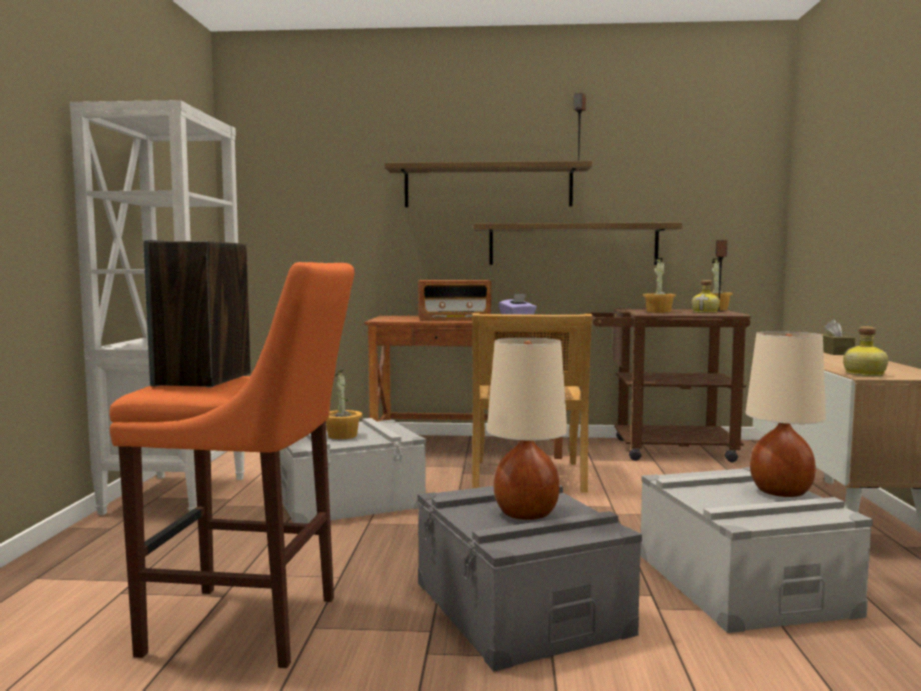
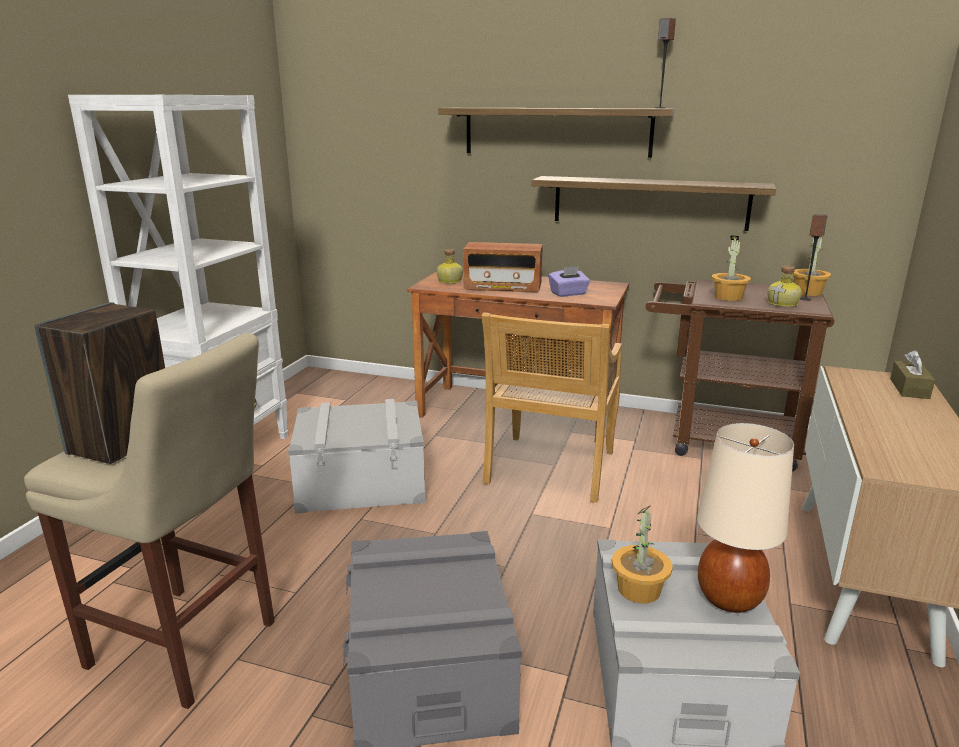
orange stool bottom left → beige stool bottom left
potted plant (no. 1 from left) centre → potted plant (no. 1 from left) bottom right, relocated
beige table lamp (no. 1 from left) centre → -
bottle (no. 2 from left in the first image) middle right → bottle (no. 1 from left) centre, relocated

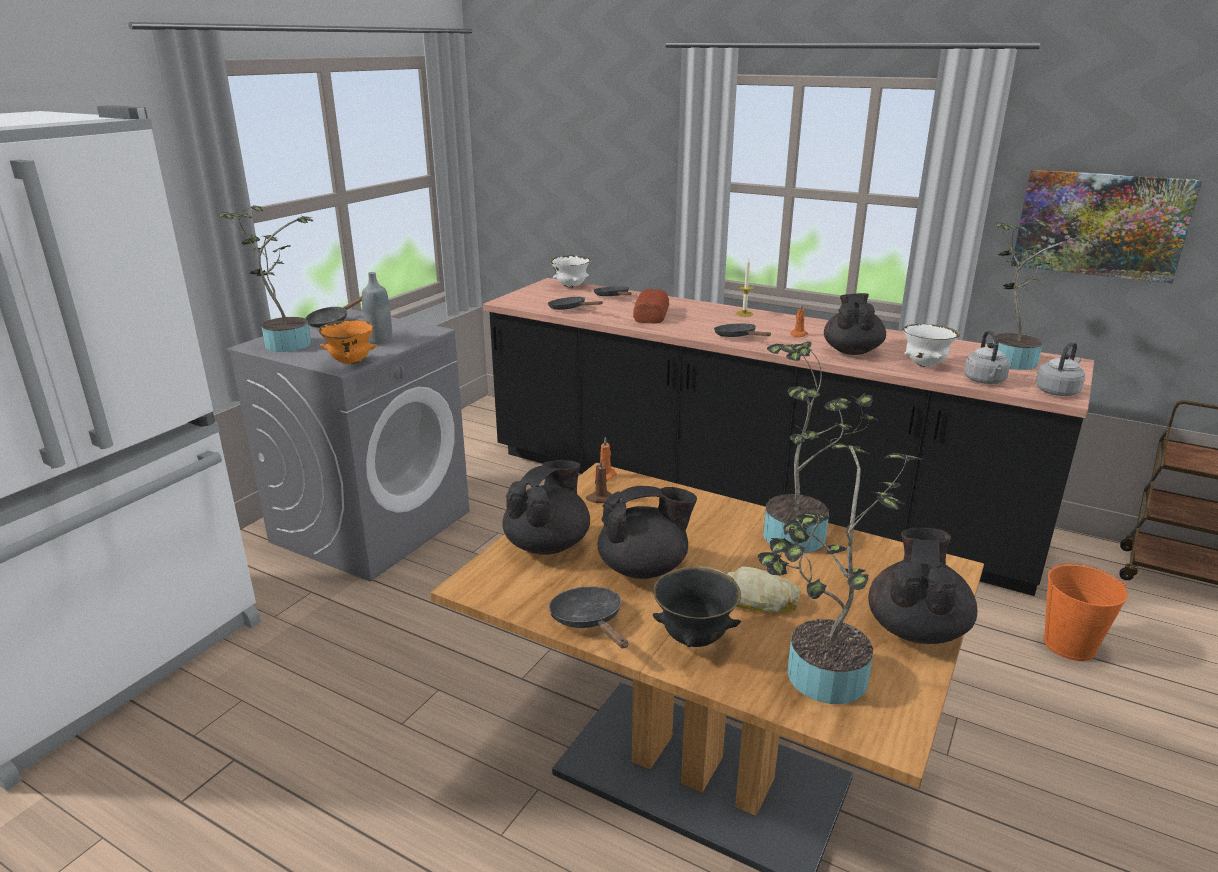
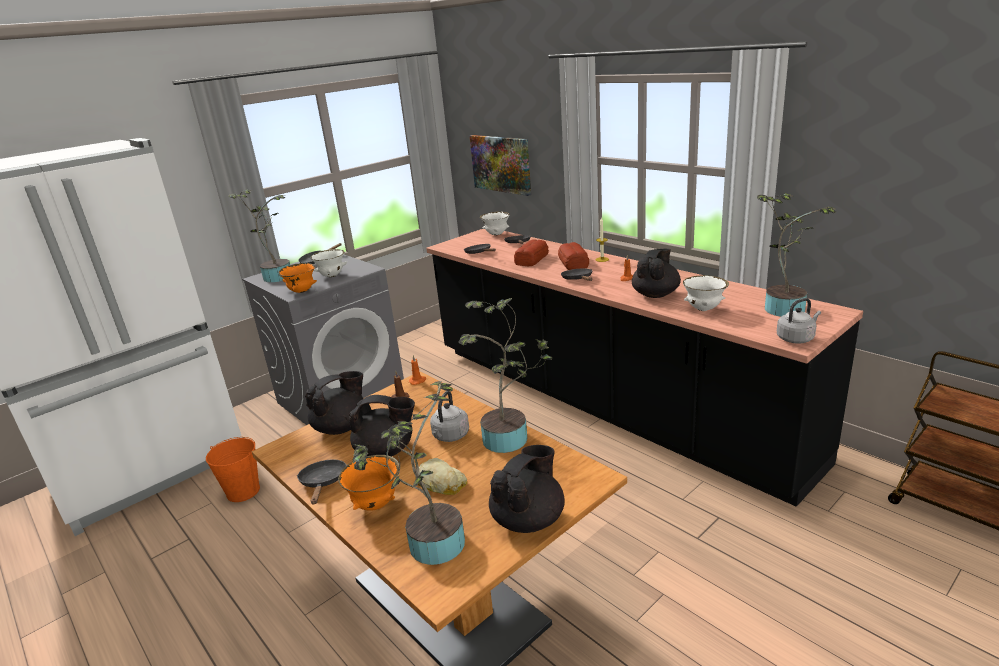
grey bottle middle left → white bowl (no. 1 from left) middle left
black bowl bottom centre → orange bowl (no. 2 from left) bottom centre
grey kettle (no. 1 from left) middle right → grey kettle (no. 1 from left) centre, relocated
picture top right → picture top centre, relocated
orange bucket bottom right → orange bucket bottom left, relocated
- → bread (no. 3 from left) centre

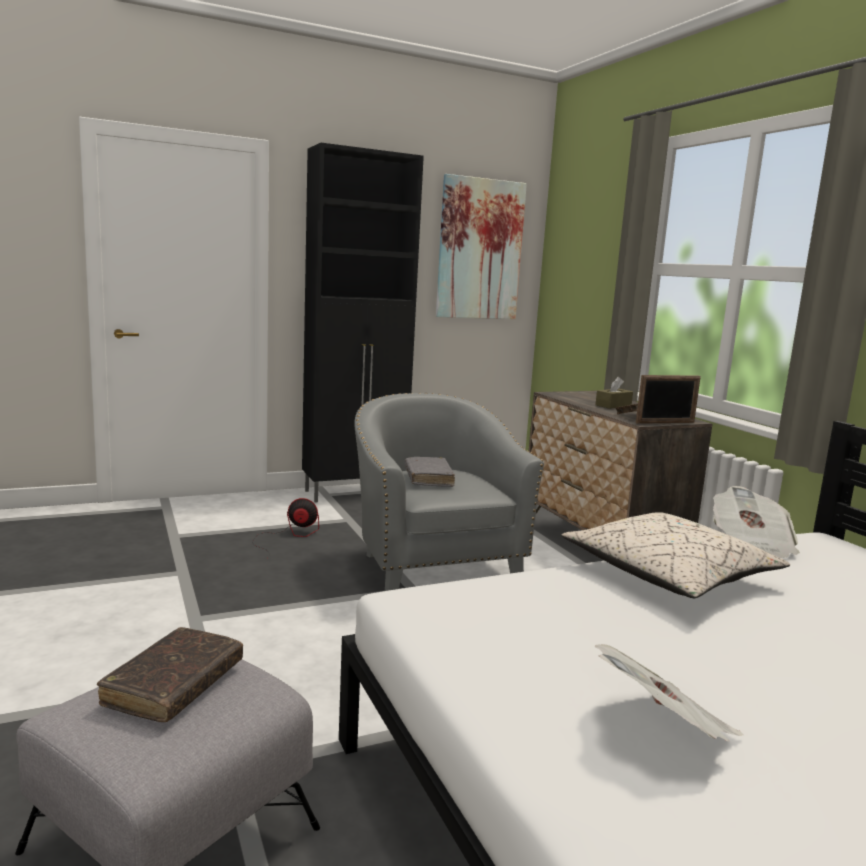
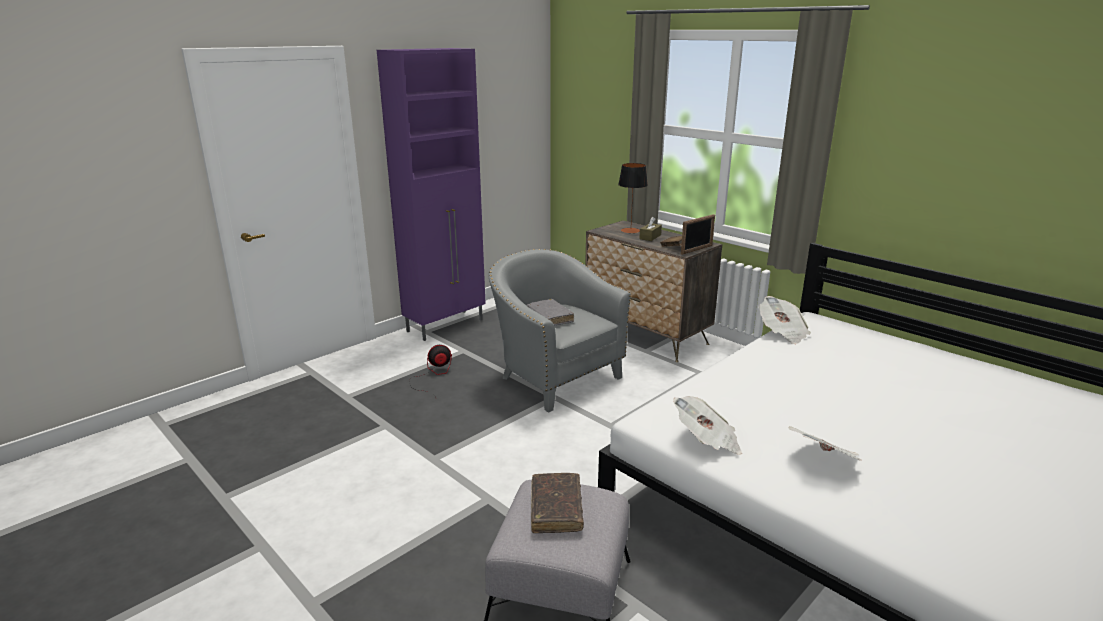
black cabinet centre → purple cabinet top centre
picture top centre → -
beige pillow middle right → -
- → table lamp top centre
- → newspaper (no. 1 from left) bottom centre

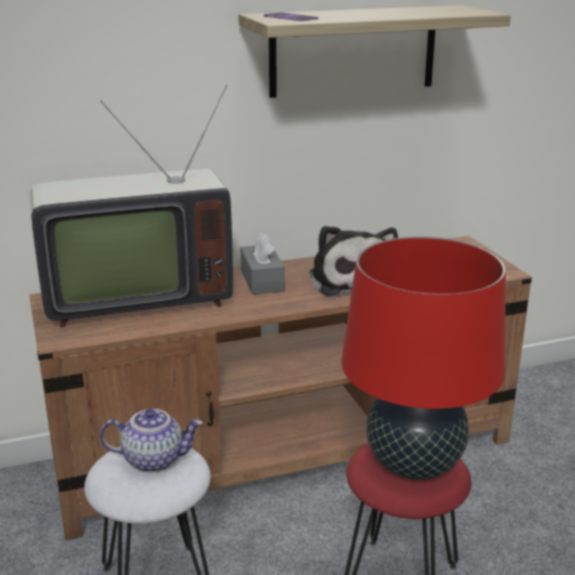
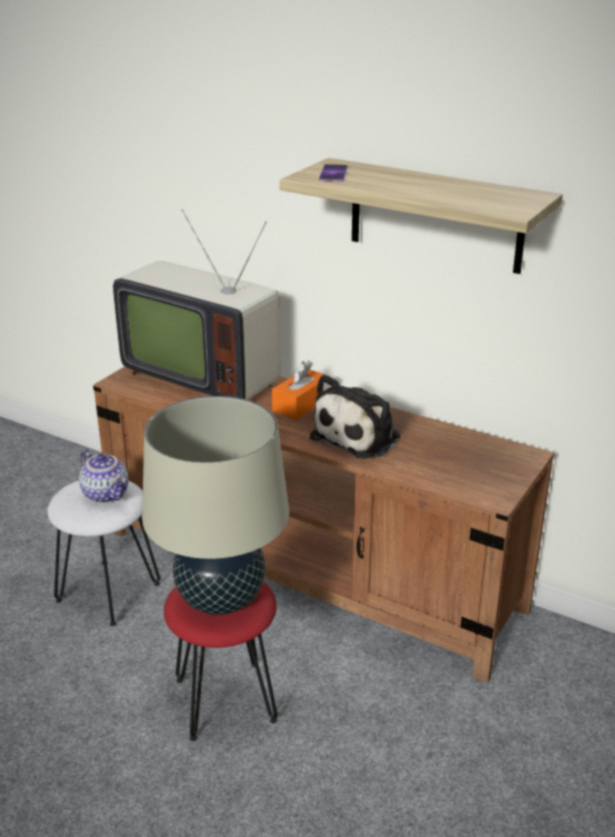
grey tissue box centre → orange tissue box centre
red table lamp middle right → beige table lamp centre

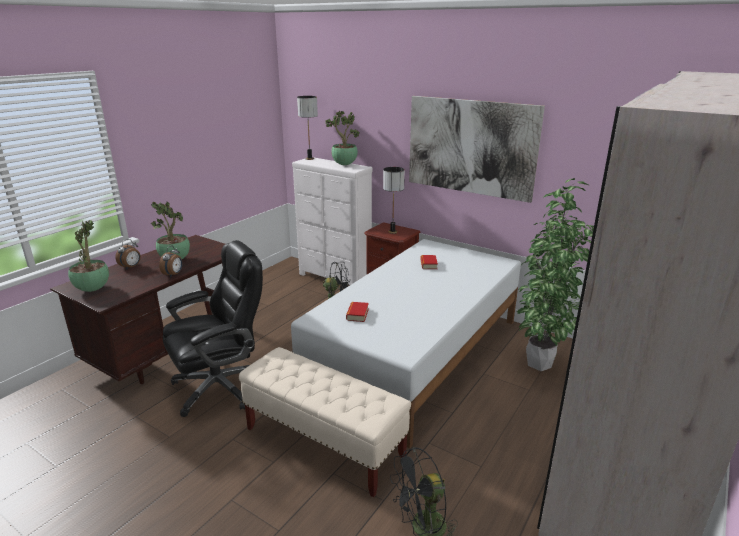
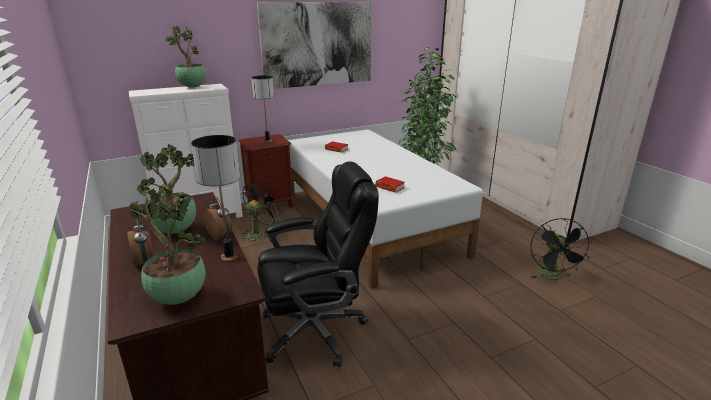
black office chair middle left → black office chair centre, 75 degrees clockwise
beige bench bottom centre → -
table lamp (no. 1 from left) top centre → table lamp (no. 1 from left) middle left, relocated

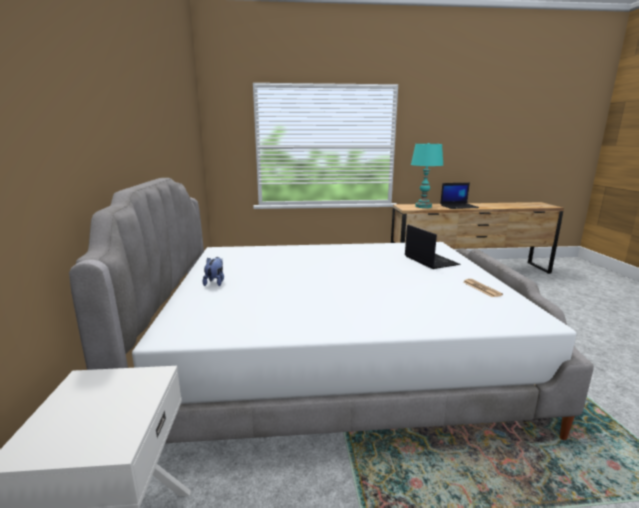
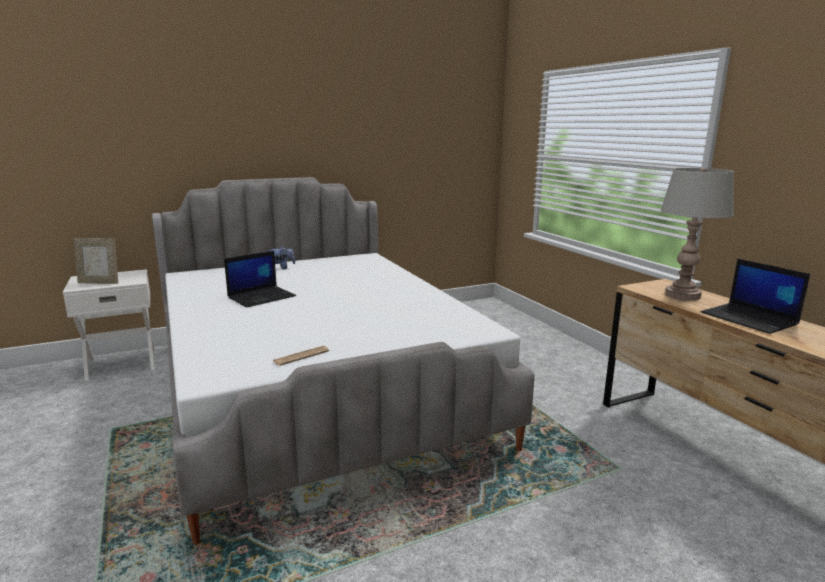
laptop (no. 1 from left) middle right → laptop (no. 1 from left) middle left, relocated
turquoise table lamp middle right → grey table lamp middle right
- → picture frame middle left

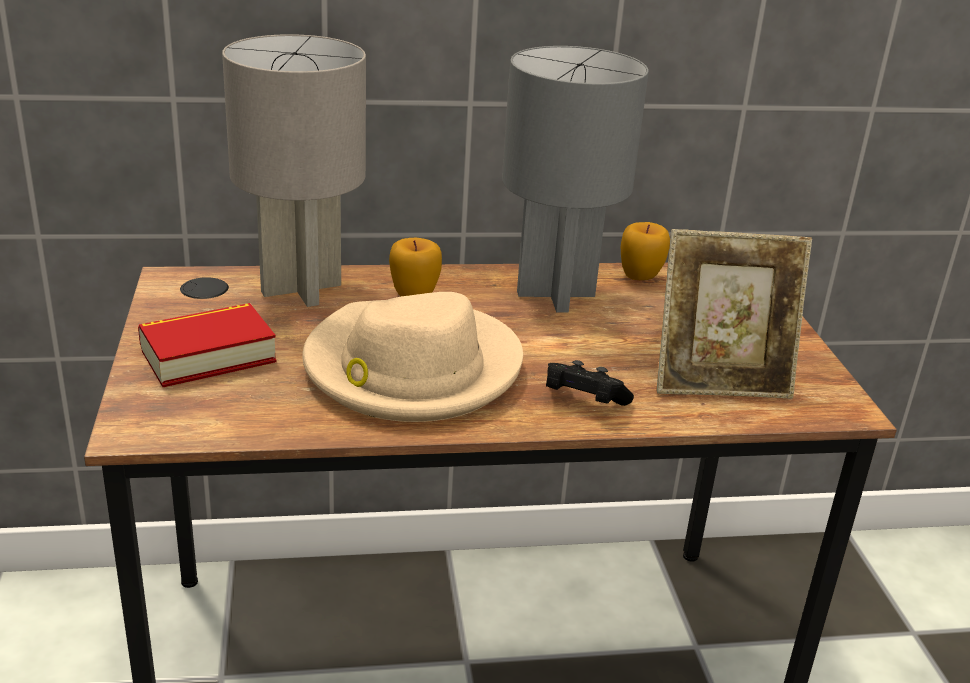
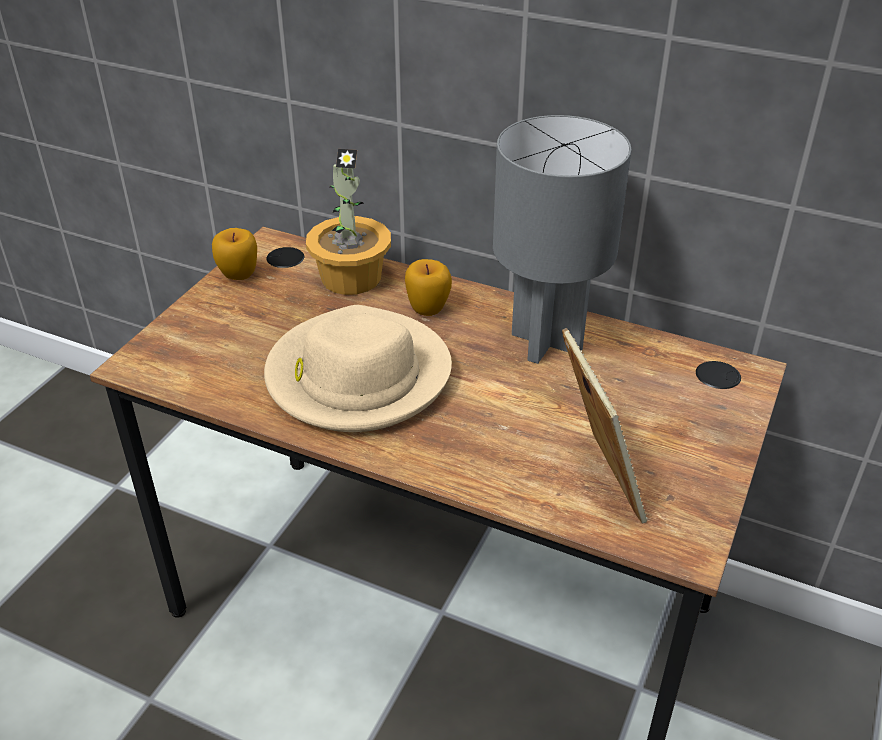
book middle left → -
grey table lamp (no. 1 from left) top left → potted plant top centre
black game controller centre → -
apple (no. 2 from left in the first image) centre → apple (no. 1 from left) middle left, relocated
picture frame middle right, 135 degrees counterclockwise

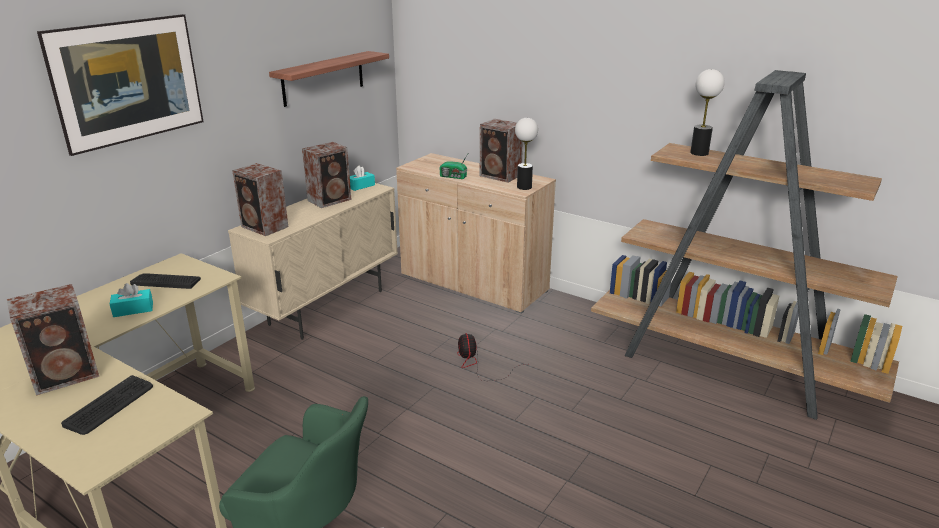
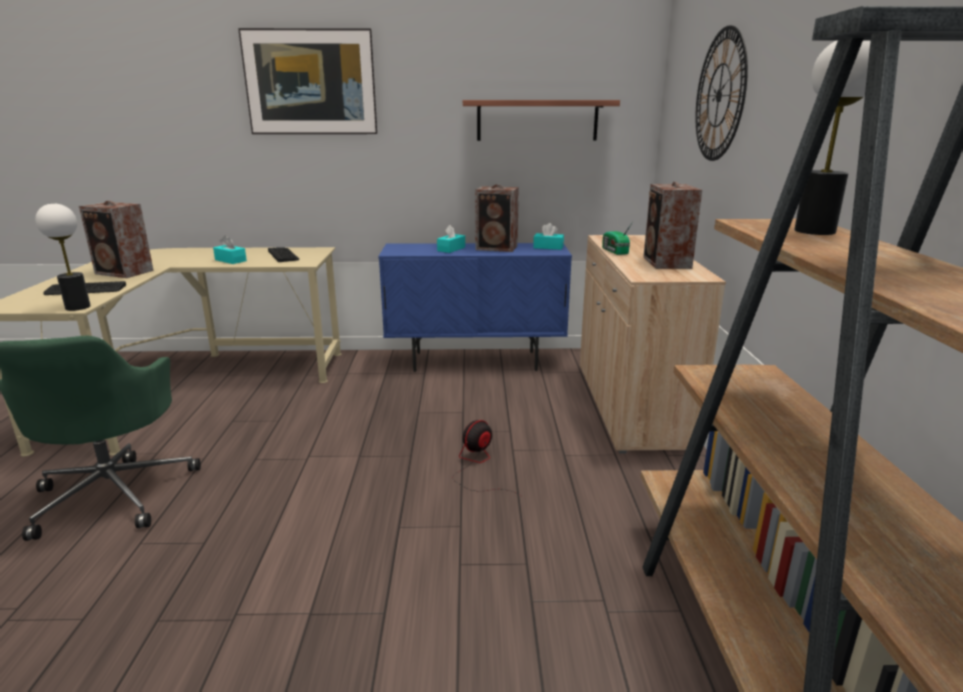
beige cabinet (no. 1 from left) centre → blue cabinet centre
speaker (no. 2 from left) middle left → -
table lamp (no. 1 from left) top centre → table lamp (no. 1 from left) middle left, relocated
- → turquoise tissue box (no. 2 from left) centre
- → wall clock top right

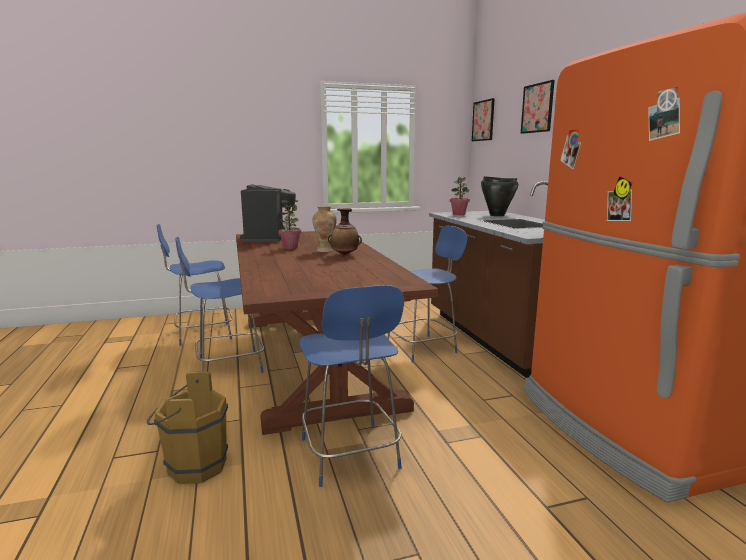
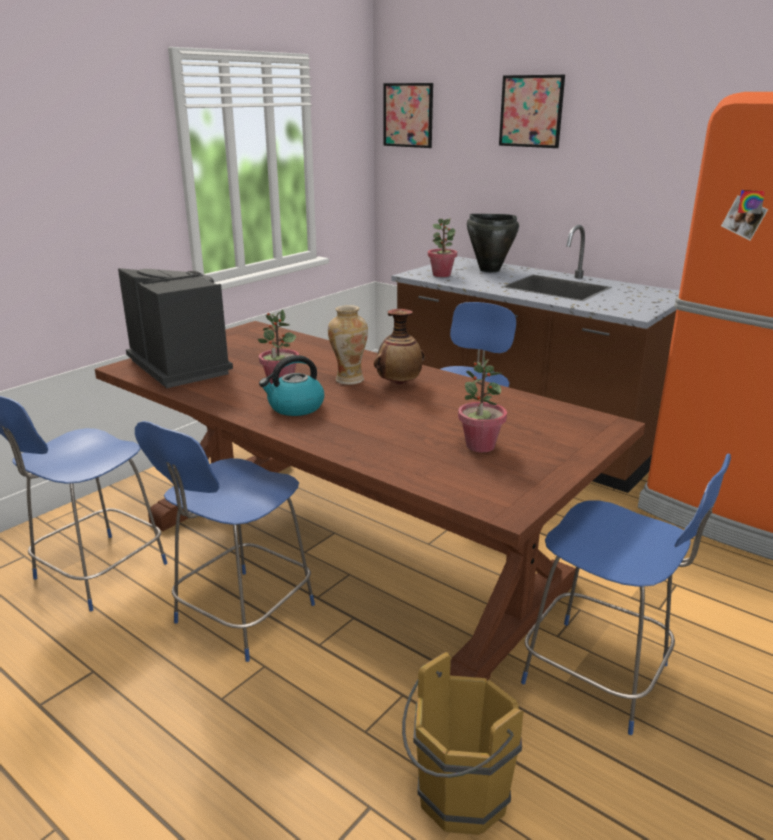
- → kettle centre
- → potted plant (no. 3 from left) centre

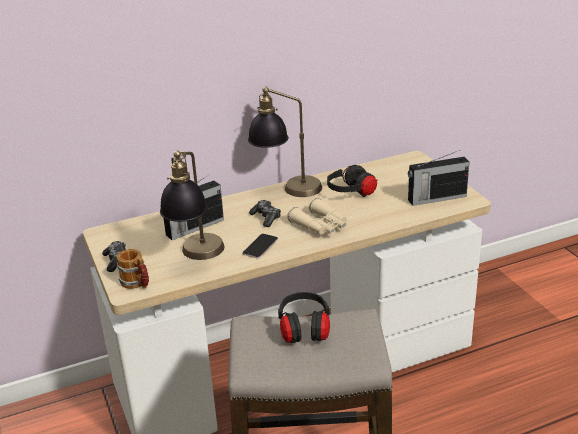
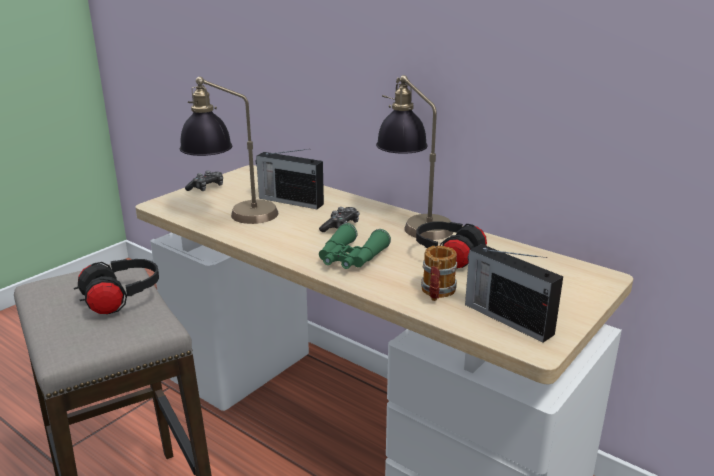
mug middle left → mug centre, relocated
phone centre → -
beige binoculars centre → green binoculars centre

